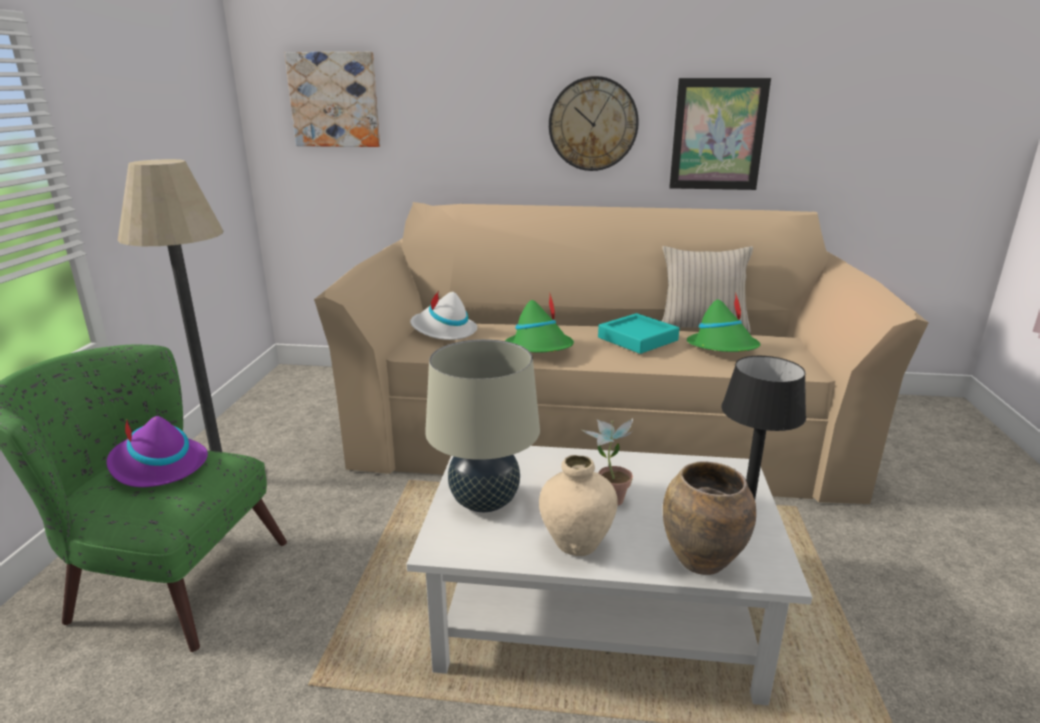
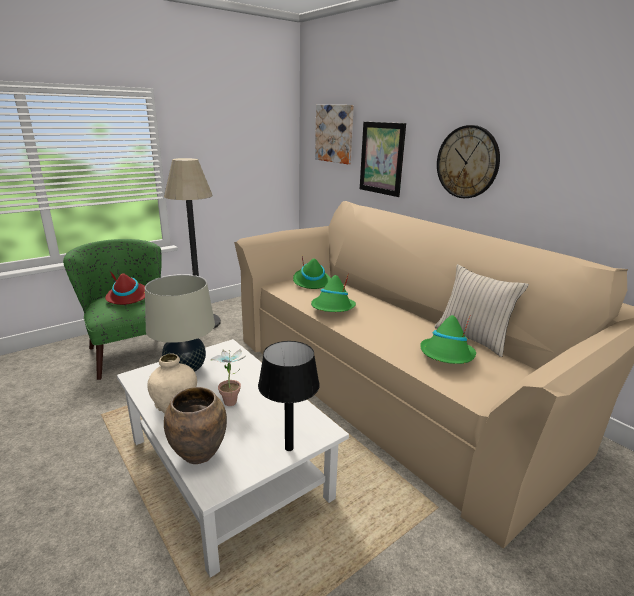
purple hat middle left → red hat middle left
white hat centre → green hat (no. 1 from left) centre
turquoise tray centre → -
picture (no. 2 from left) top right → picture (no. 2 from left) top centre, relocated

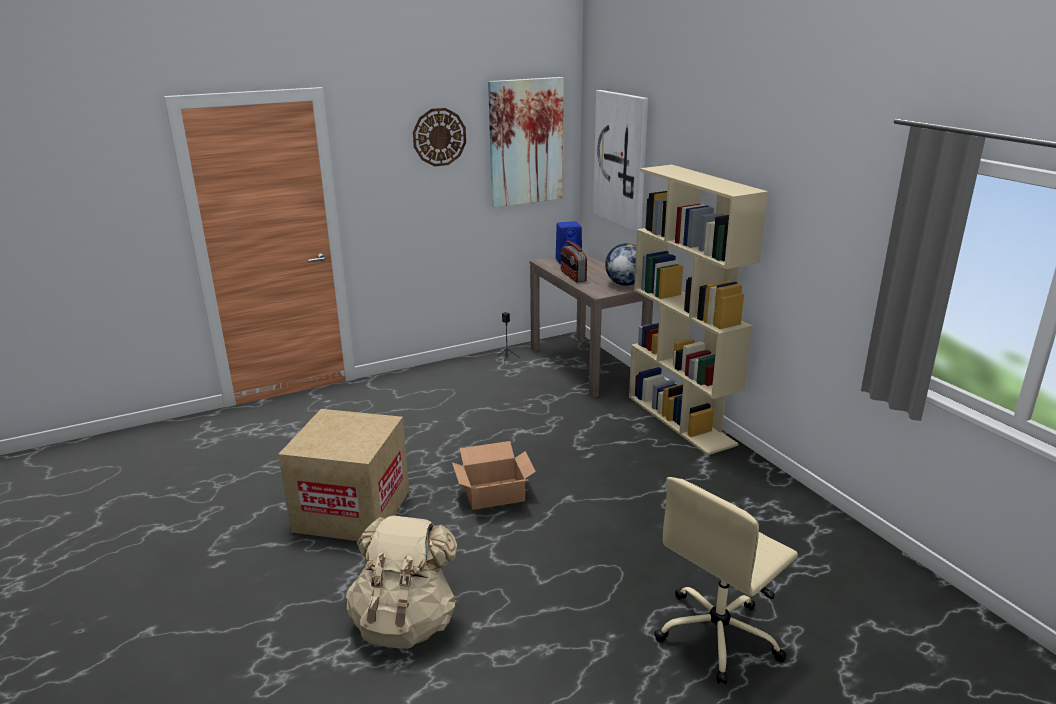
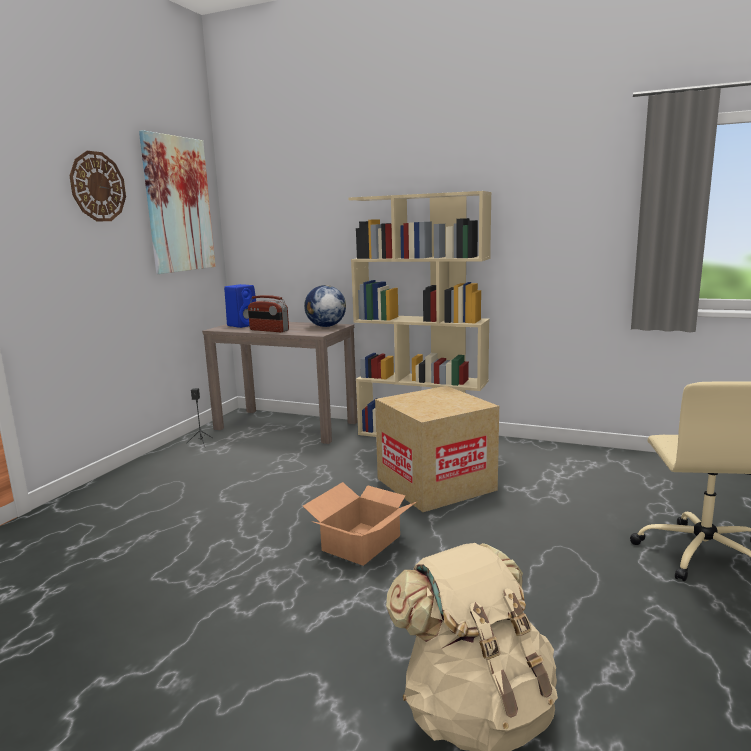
cardboard box (no. 1 from left in the first image) bottom left → cardboard box (no. 2 from left) centre, relocated
picture (no. 2 from left) top centre → -

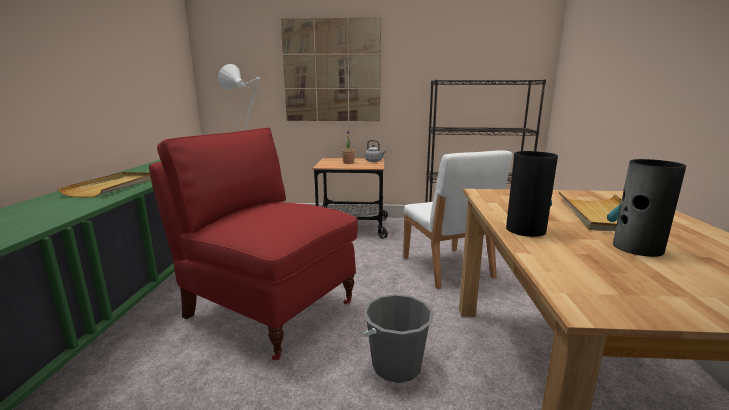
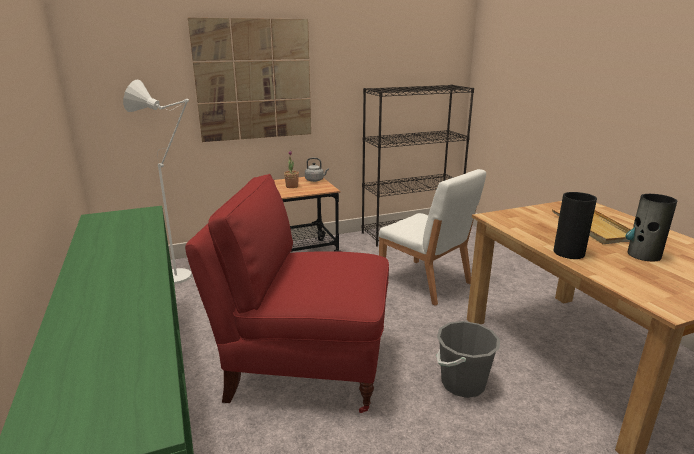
beige tray (no. 1 from left) middle left → -

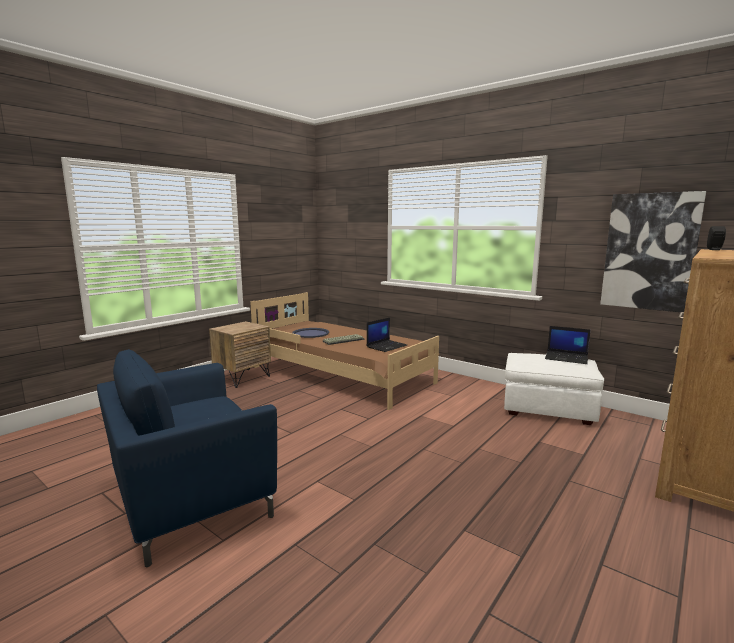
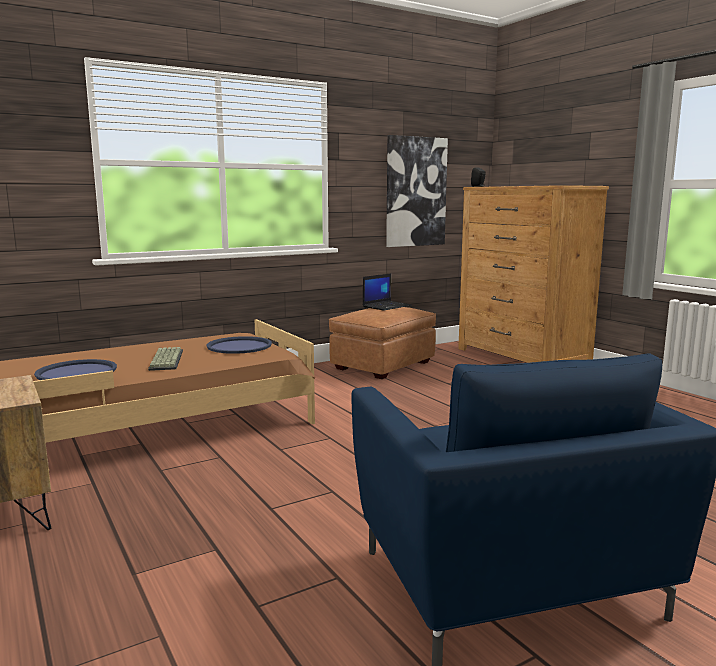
laptop (no. 1 from left) centre → blue tray (no. 2 from left) centre
white ottoman middle right → brown ottoman centre

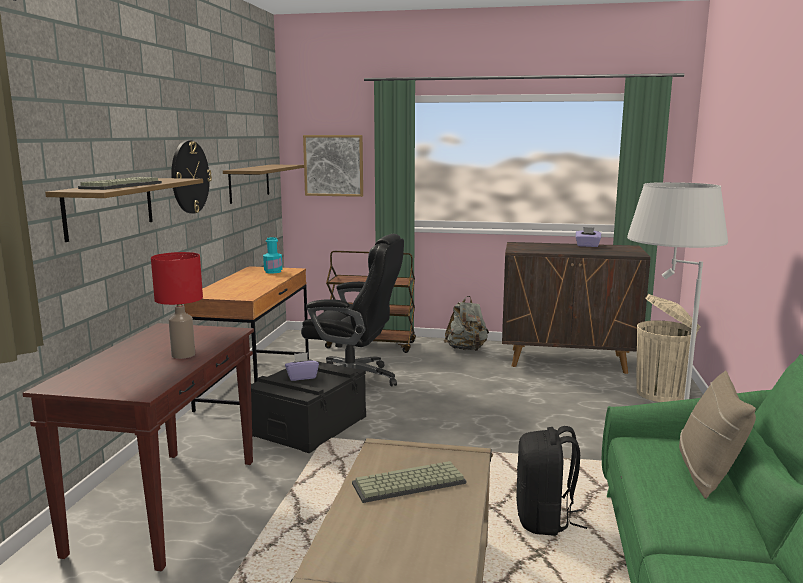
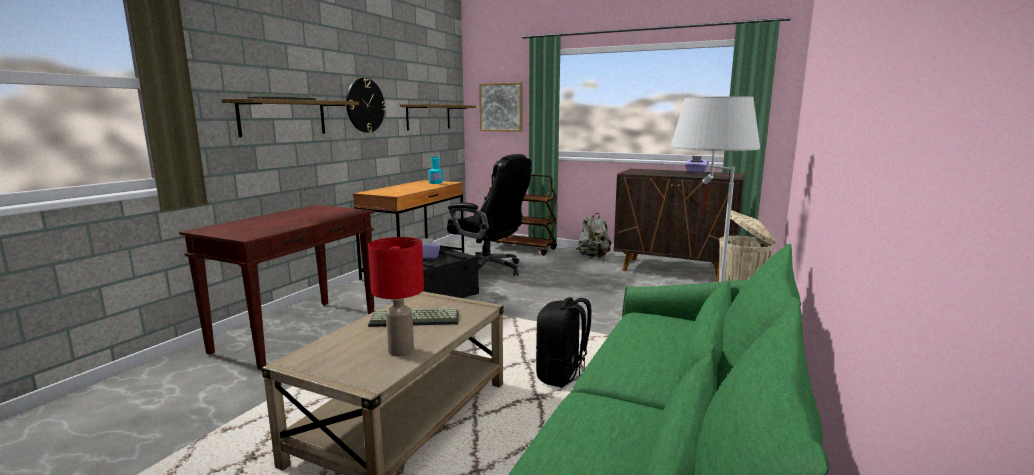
red table lamp middle left → red table lamp centre, relocated
beige pillow bottom right → -

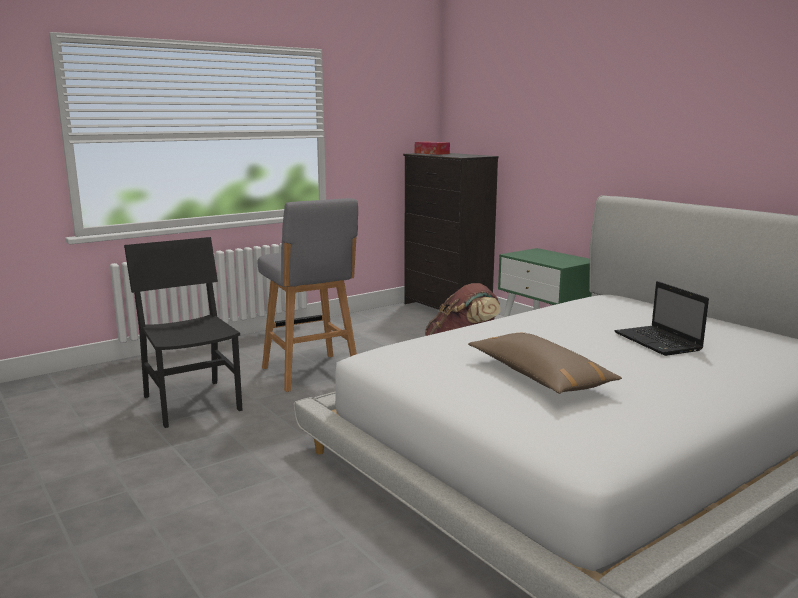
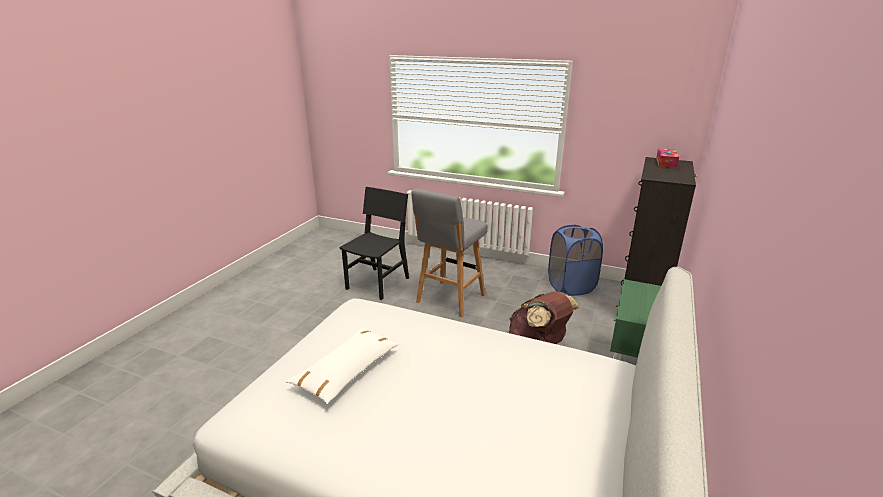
brown pillow middle right → white pillow bottom centre
laptop middle right → -
- → blue laundry basket centre

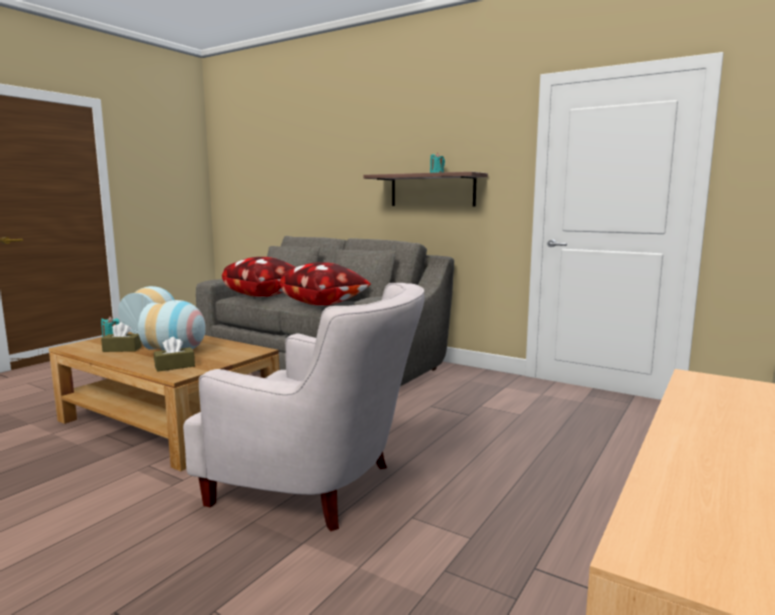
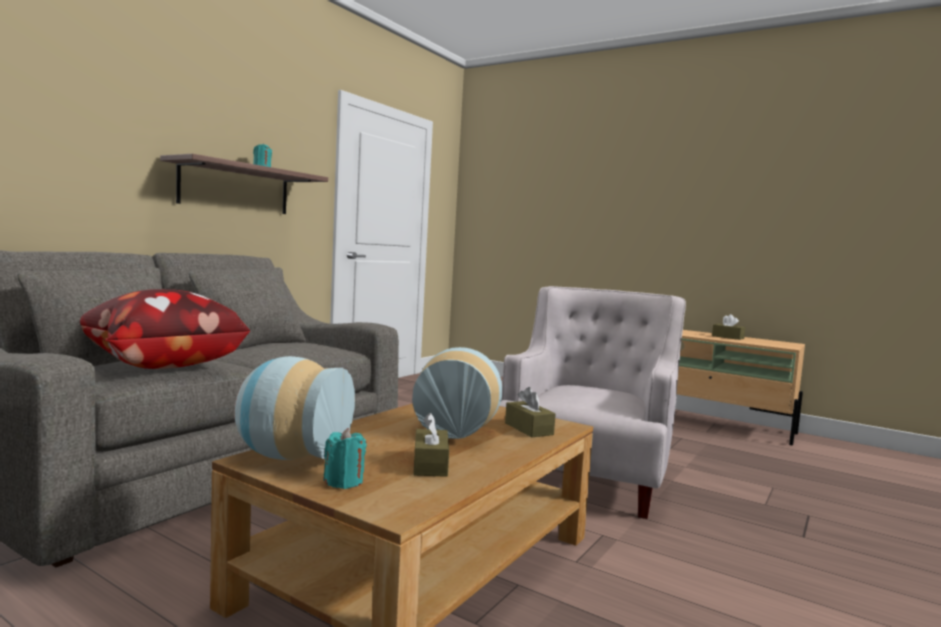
pillow (no. 2 from left) centre → -
- → brown tissue box (no. 3 from left) middle right

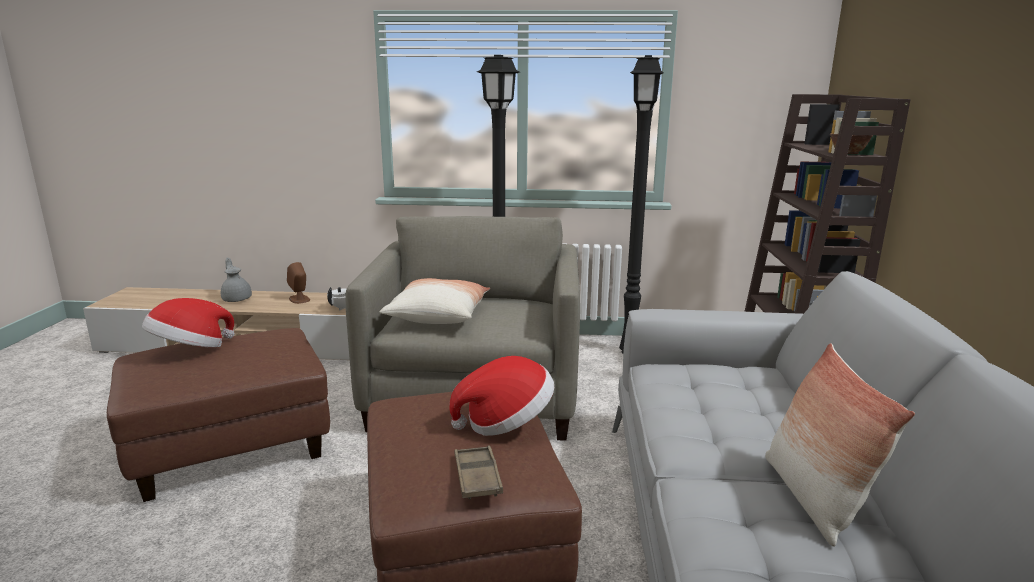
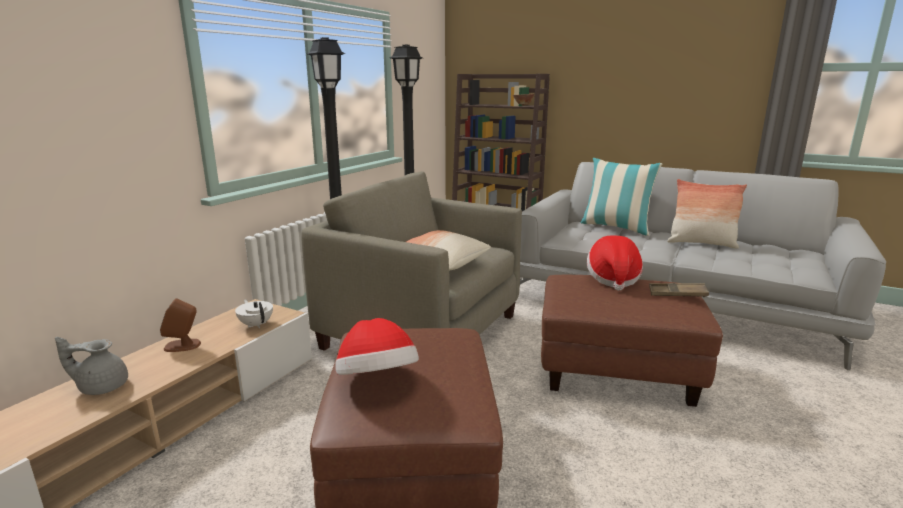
- → pillow (no. 2 from left) middle right

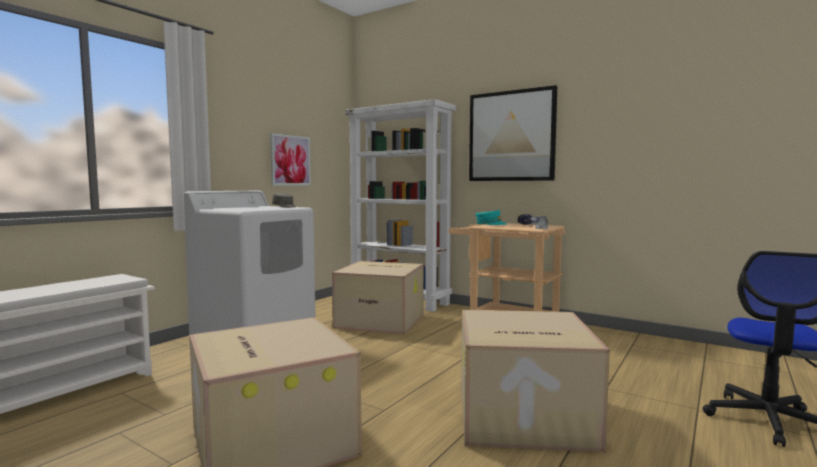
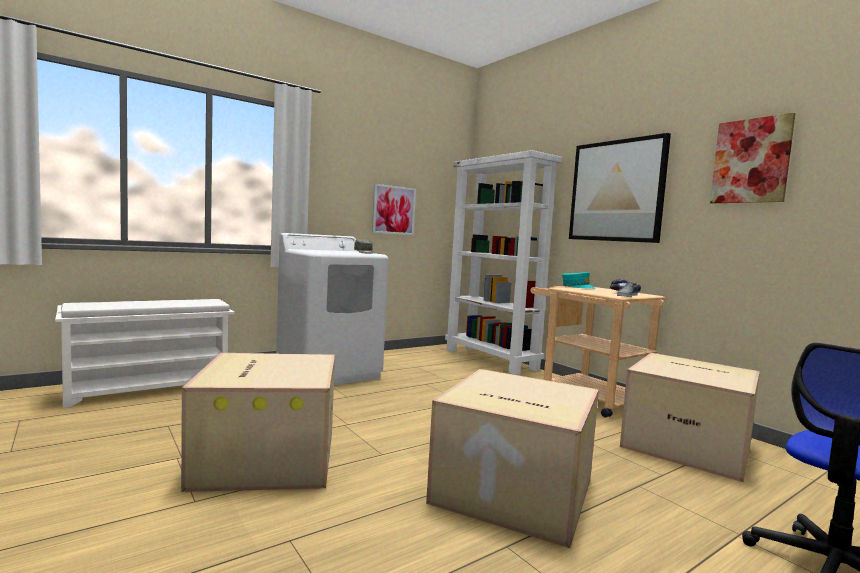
cardboard box (no. 2 from left in the first image) centre → cardboard box (no. 3 from left) bottom right, relocated
- → picture (no. 3 from left) top right

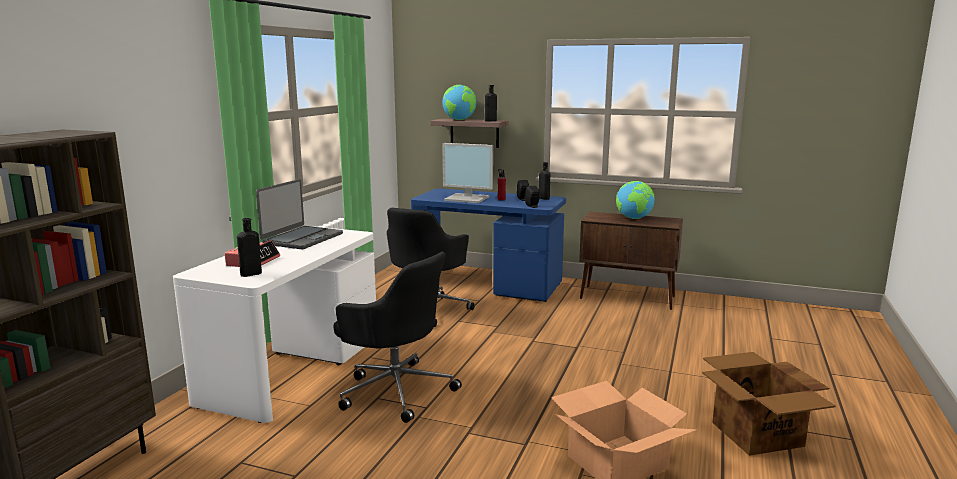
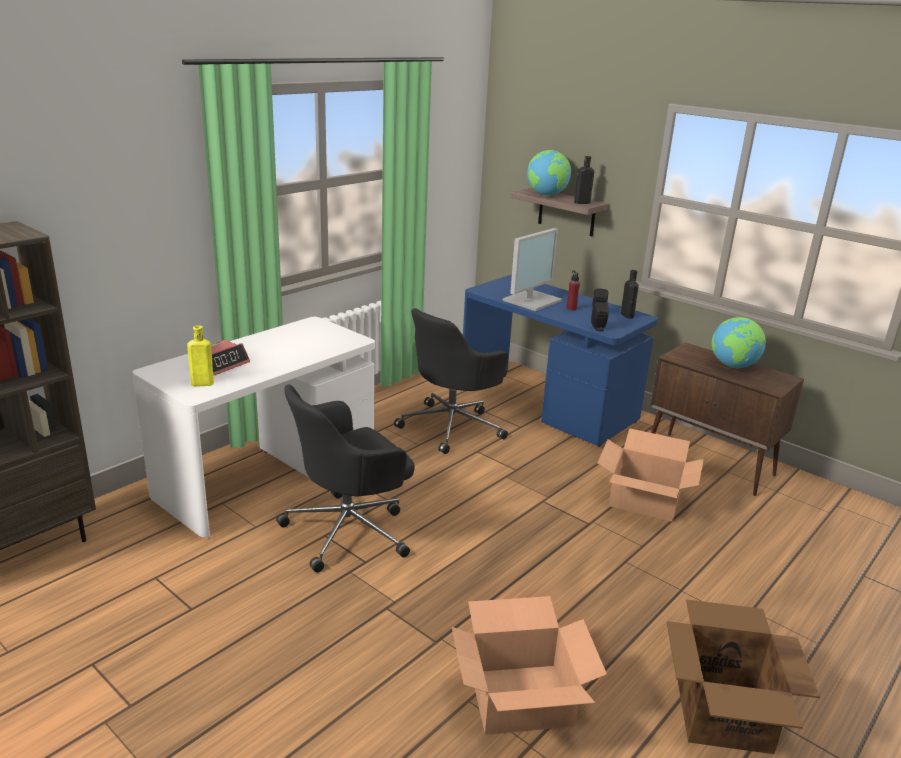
black bottle (no. 1 from left) middle left → yellow bottle middle left
laptop middle left → -
black office chair (no. 1 from left) bottom centre → black office chair (no. 1 from left) centre, 90 degrees clockwise
monitor centre, 90 degrees counterclockwise
- → cardboard box (no. 2 from left) middle right

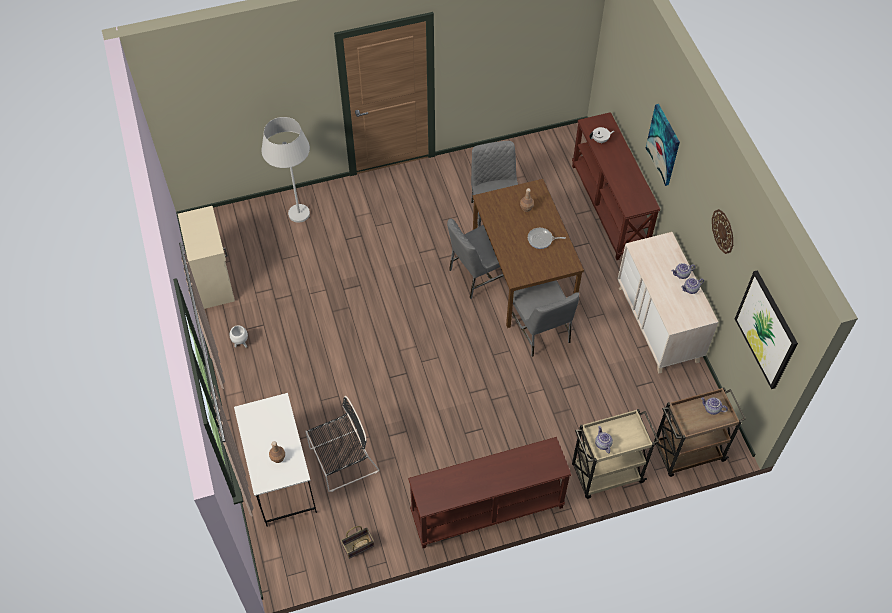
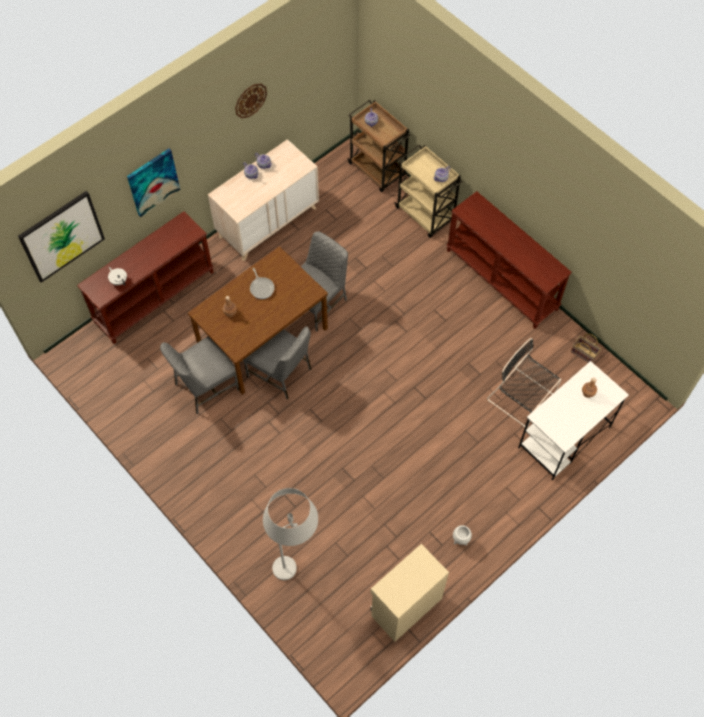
picture (no. 2 from left in the first image) middle right → picture (no. 1 from left) top left, relocated

